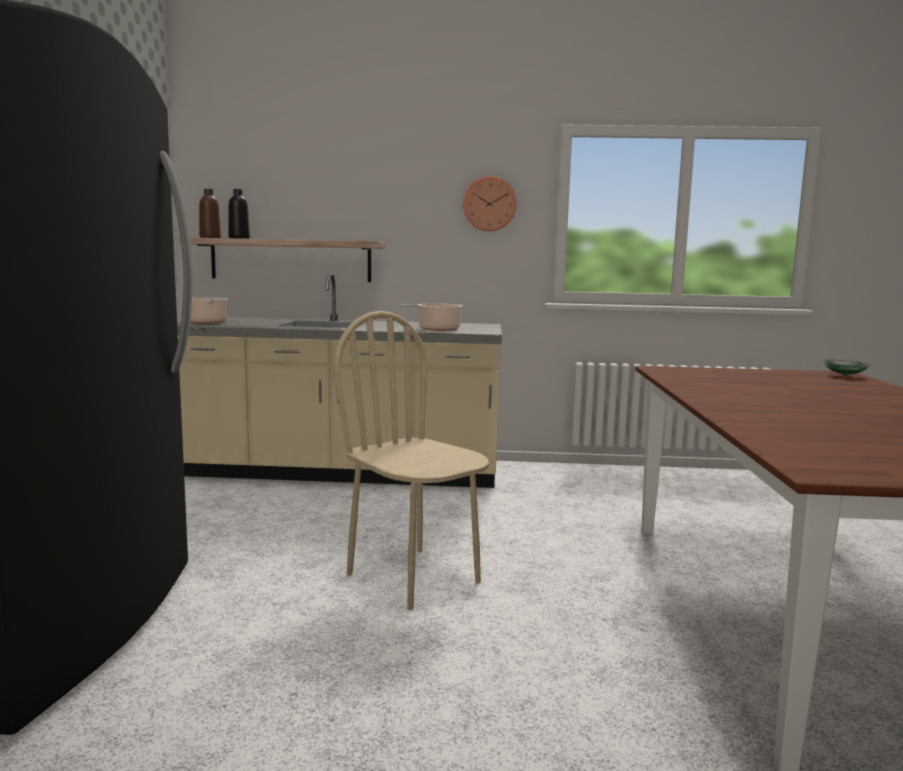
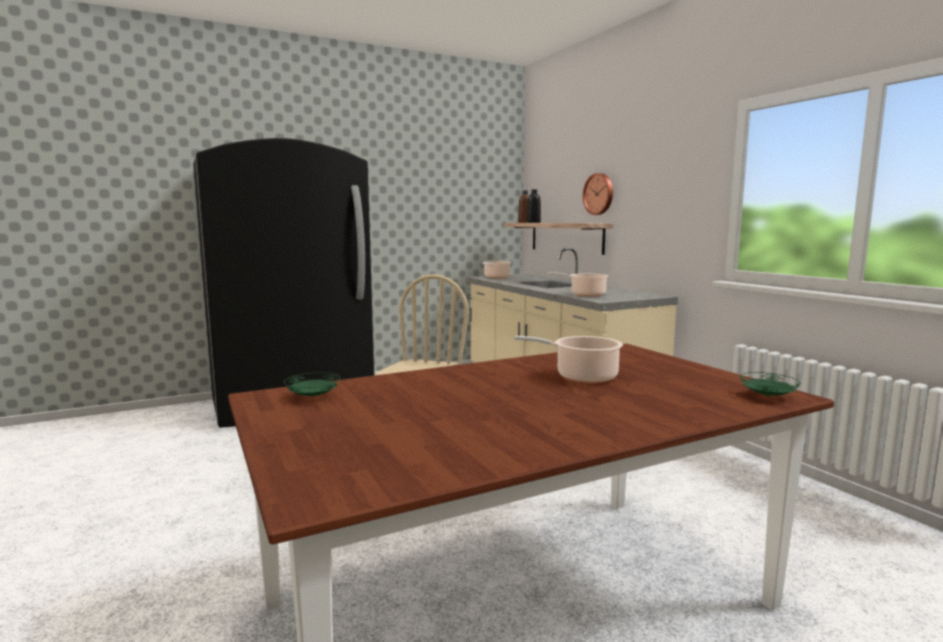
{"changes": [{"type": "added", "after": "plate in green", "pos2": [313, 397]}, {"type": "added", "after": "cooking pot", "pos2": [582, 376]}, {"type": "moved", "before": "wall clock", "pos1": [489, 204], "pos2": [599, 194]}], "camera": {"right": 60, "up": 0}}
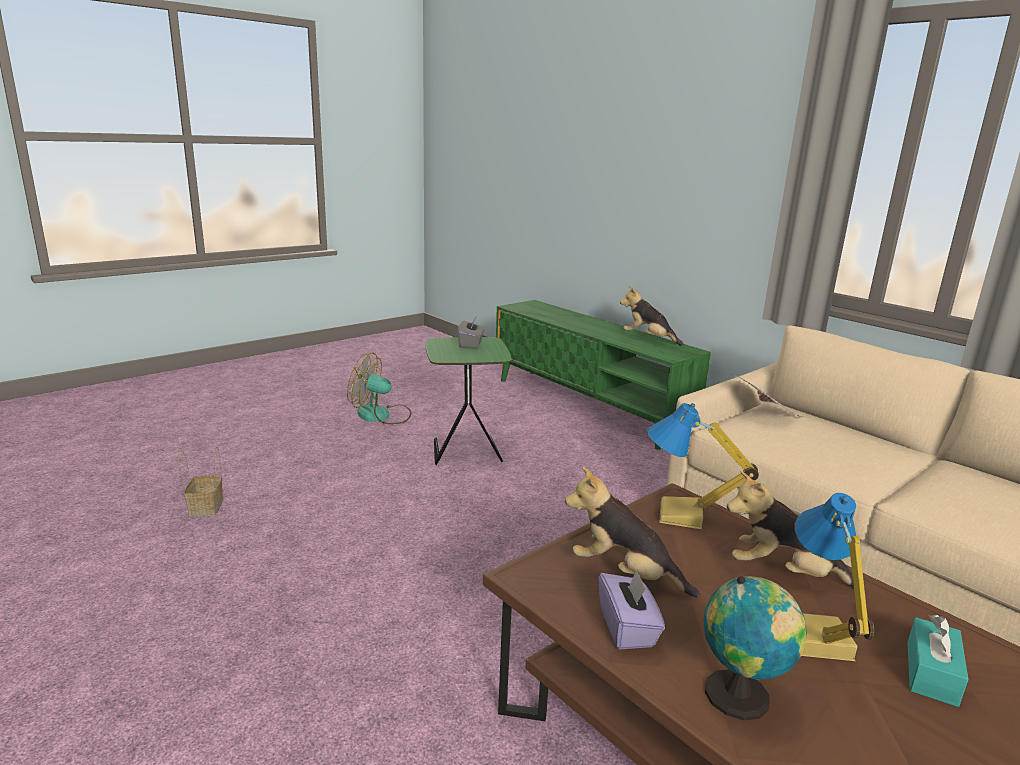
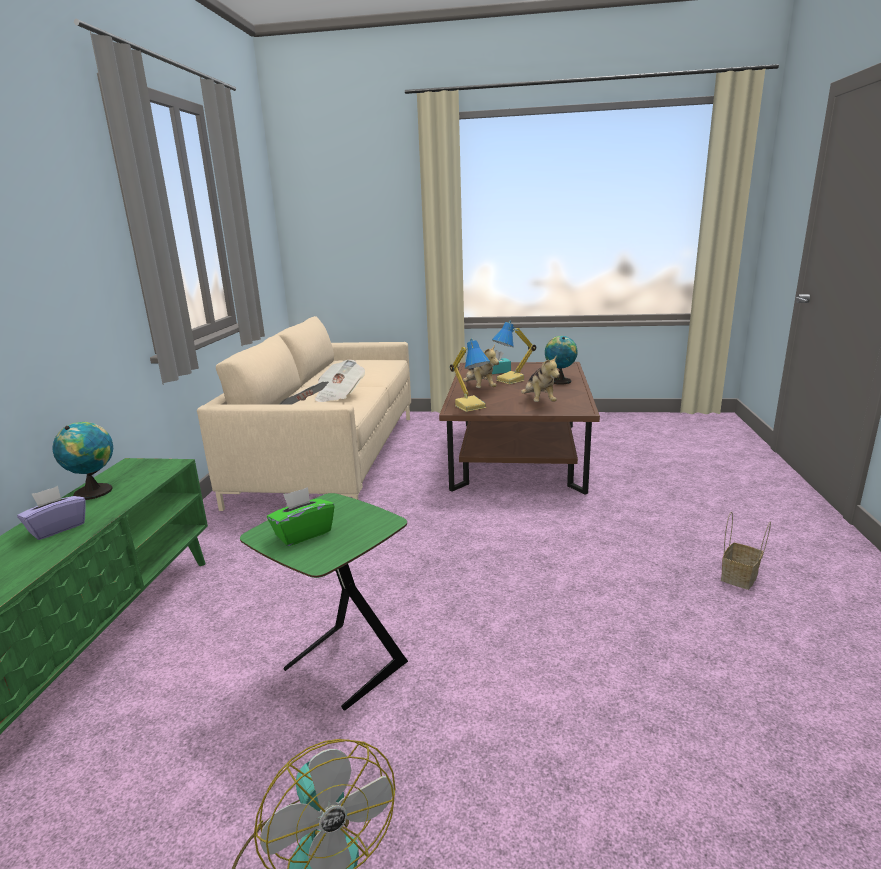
{"changes": [{"type": "added", "after": "newspaper", "pos2": [339, 395]}, {"type": "moved", "before": "basket", "pos1": [205, 506], "pos2": [739, 578]}, {"type": "moved", "before": "tissue box in purple", "pos1": [627, 628], "pos2": [57, 528]}, {"type": "replaced", "before": "plush toy", "after": "globe", "pos1": [648, 339], "pos2": [95, 491]}, {"type": "recoloured", "before": "tissue box in grey", "after": "tissue box in green", "pos1": [471, 344], "pos2": [303, 534]}], "camera": {"right": -130, "up": 0}}
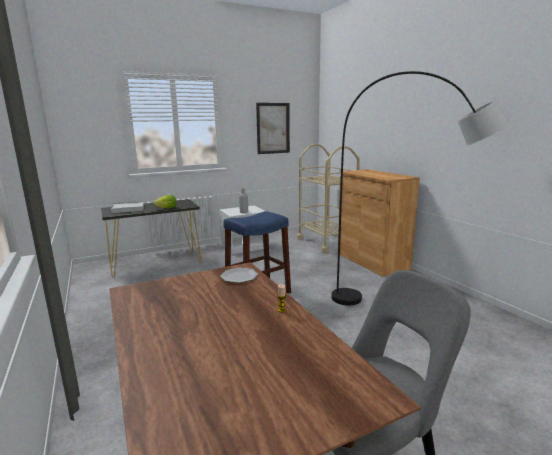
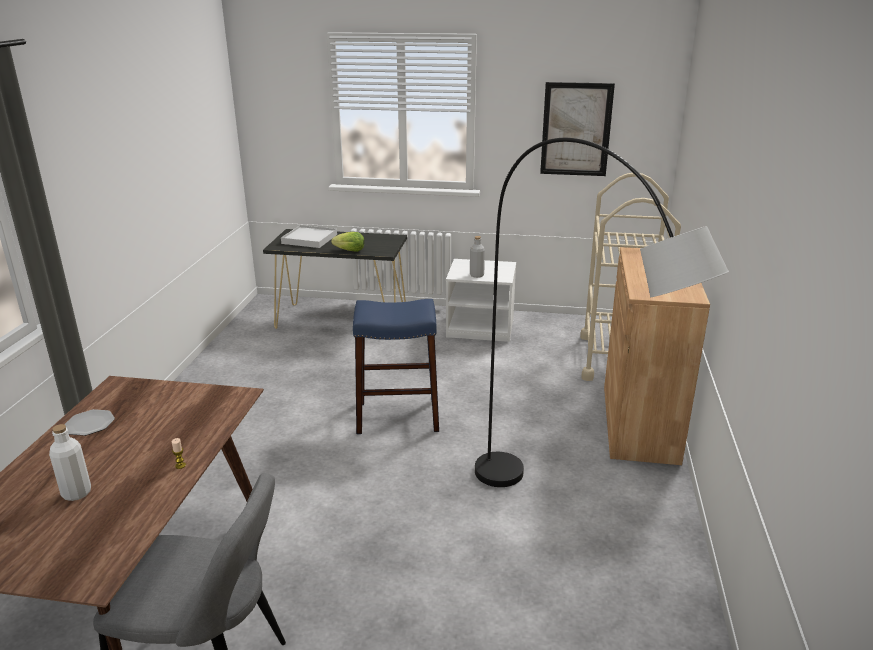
{"changes": [{"type": "added", "after": "bottle in white", "pos2": [76, 493]}, {"type": "moved", "before": "plate", "pos1": [239, 276], "pos2": [90, 424]}], "camera": {"right": 35, "up": 10}}
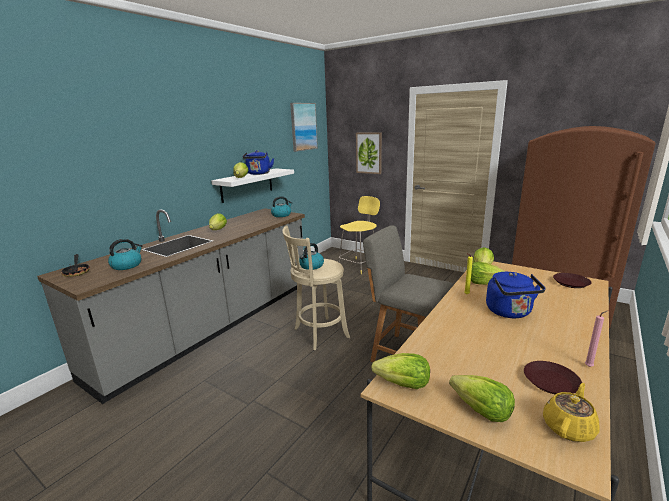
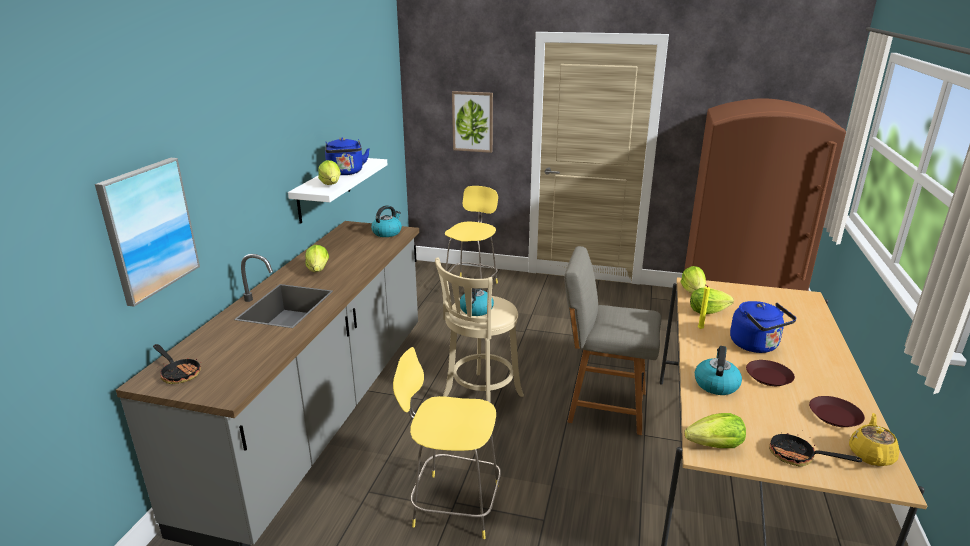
{"changes": [{"type": "removed", "before": "candle in pink", "pos1": [590, 366]}, {"type": "added", "after": "stool in yellow", "pos2": [453, 504]}, {"type": "moved", "before": "kettle", "pos1": [127, 265], "pos2": [716, 384]}, {"type": "moved", "before": "picture", "pos1": [303, 127], "pos2": [149, 229]}, {"type": "moved", "before": "plate in brown", "pos1": [571, 283], "pos2": [769, 377]}, {"type": "replaced", "before": "lettuce", "after": "frying pan", "pos1": [481, 411], "pos2": [798, 457]}], "camera": {"right": -20, "up": 5}}
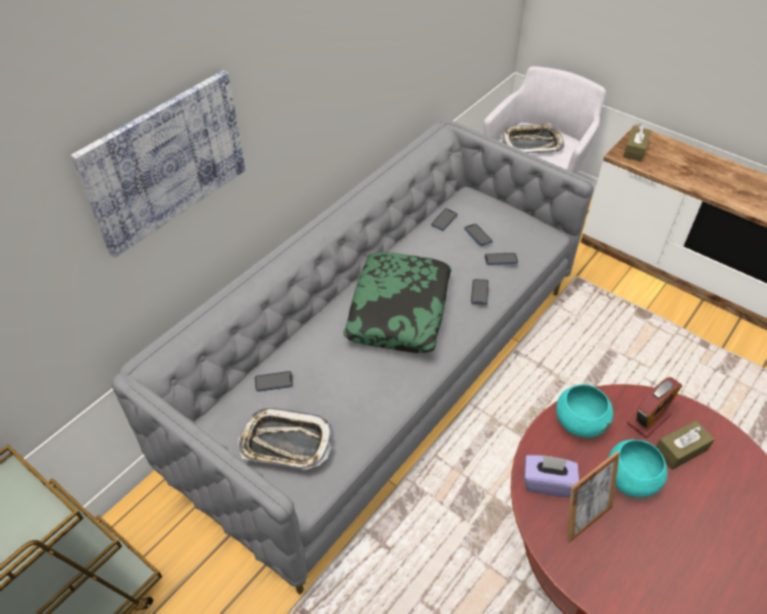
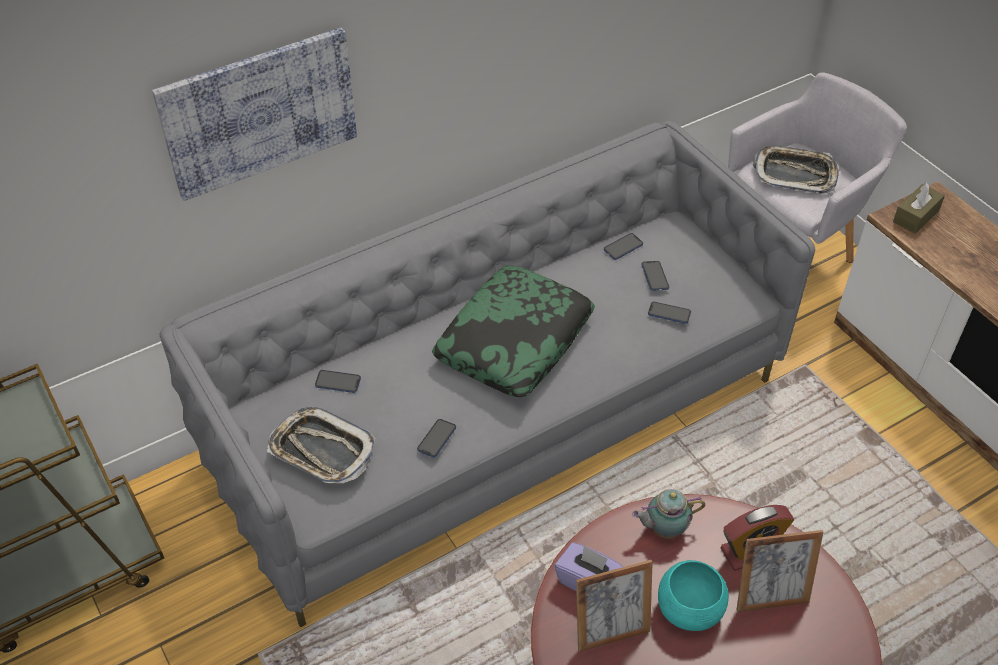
{"changes": [{"type": "moved", "before": "phone", "pos1": [479, 292], "pos2": [436, 439]}, {"type": "replaced", "before": "bowl in turquoise", "after": "teapot", "pos1": [579, 422], "pos2": [663, 529]}, {"type": "replaced", "before": "tissue box in brown", "after": "picture frame", "pos1": [680, 450], "pos2": [770, 597]}], "camera": {"right": 20, "up": 0}}
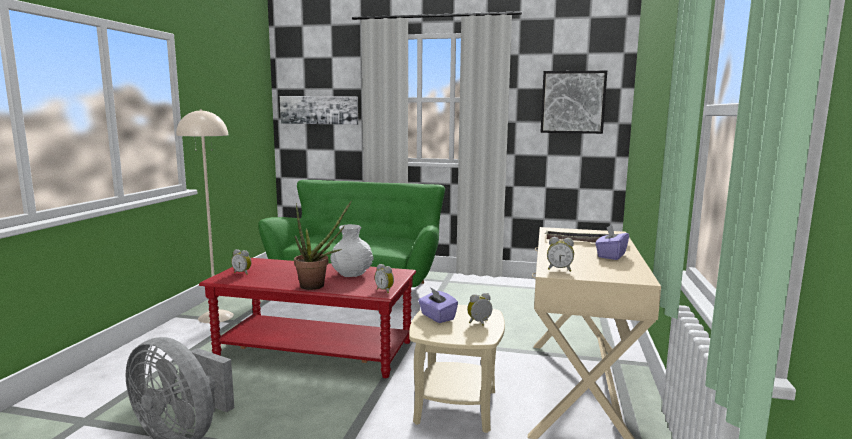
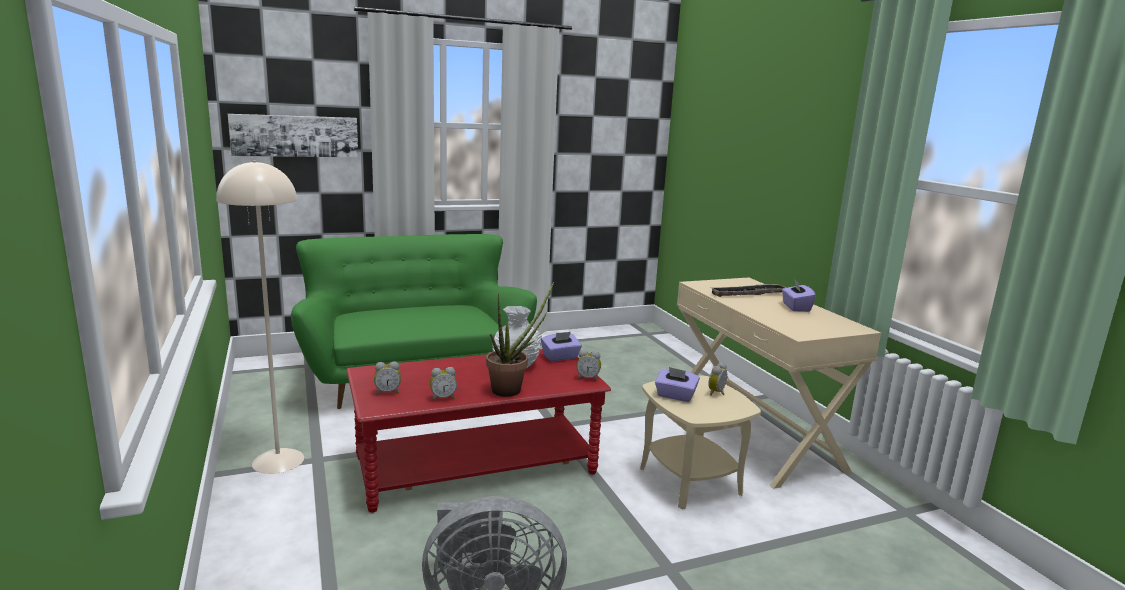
{"changes": [{"type": "removed", "before": "picture", "pos1": [572, 102]}, {"type": "added", "after": "tissue box in purple", "pos2": [560, 357]}, {"type": "moved", "before": "alarm clock", "pos1": [559, 269], "pos2": [443, 398]}], "camera": {"right": -35, "up": 5}}
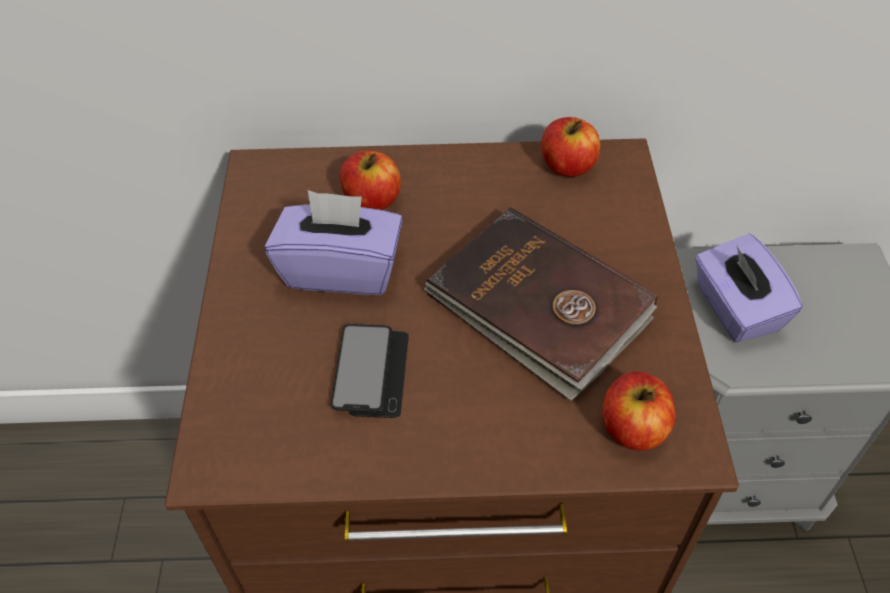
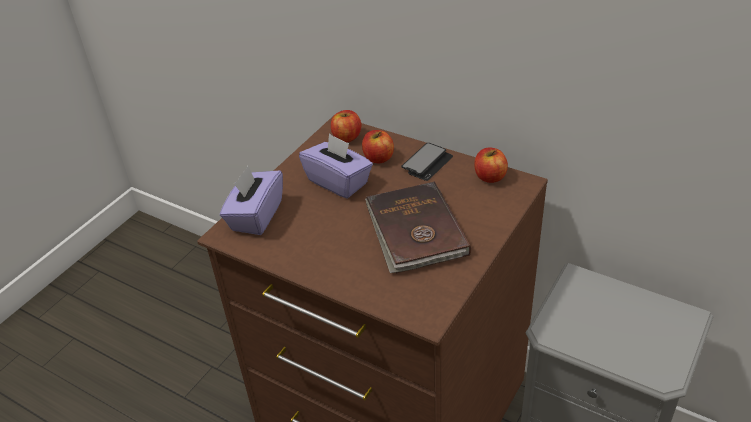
{"changes": [{"type": "moved", "before": "phone", "pos1": [371, 372], "pos2": [427, 163]}, {"type": "moved", "before": "apple", "pos1": [632, 428], "pos2": [346, 137]}, {"type": "moved", "before": "tissue box in purple", "pos1": [735, 309], "pos2": [256, 216]}], "camera": {"right": 35, "up": -10}}
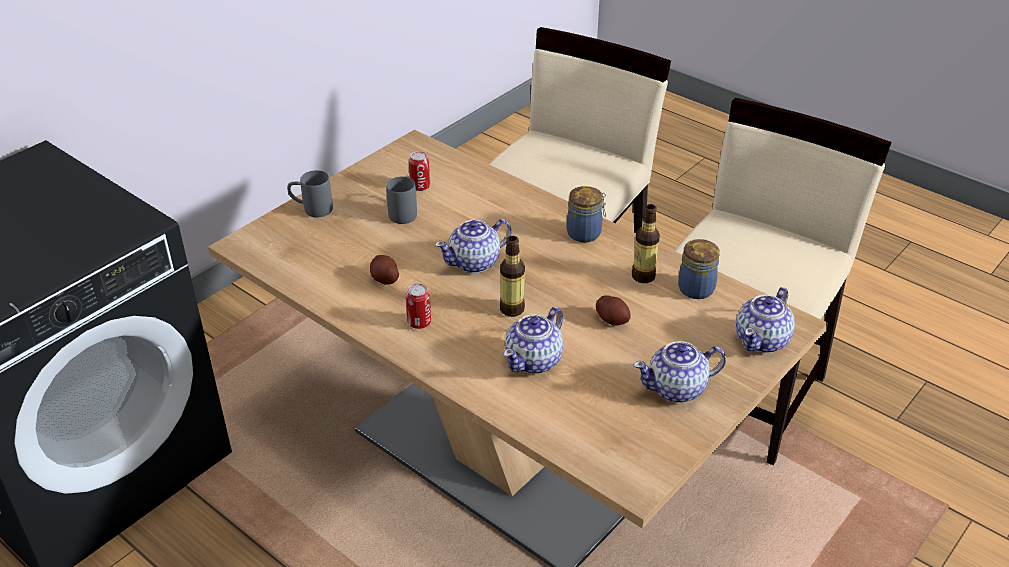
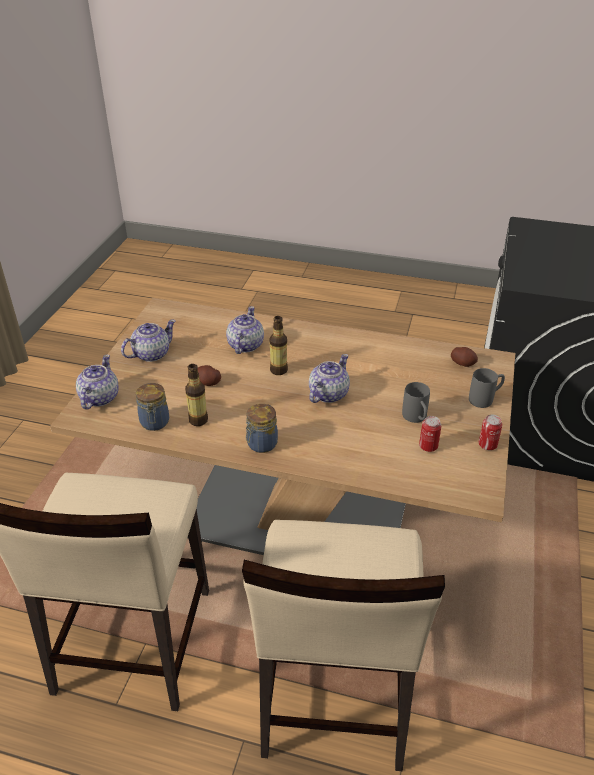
{"changes": [{"type": "moved", "before": "potato", "pos1": [385, 279], "pos2": [463, 363]}, {"type": "moved", "before": "can", "pos1": [419, 322], "pos2": [487, 445]}], "camera": {"right": 155, "up": 0}}
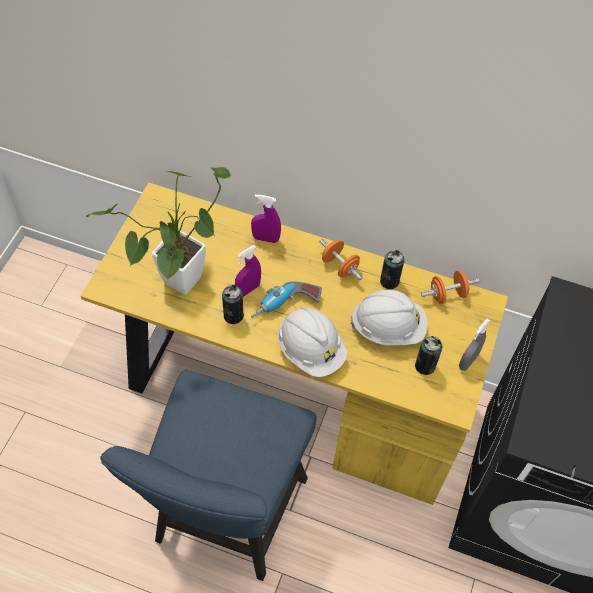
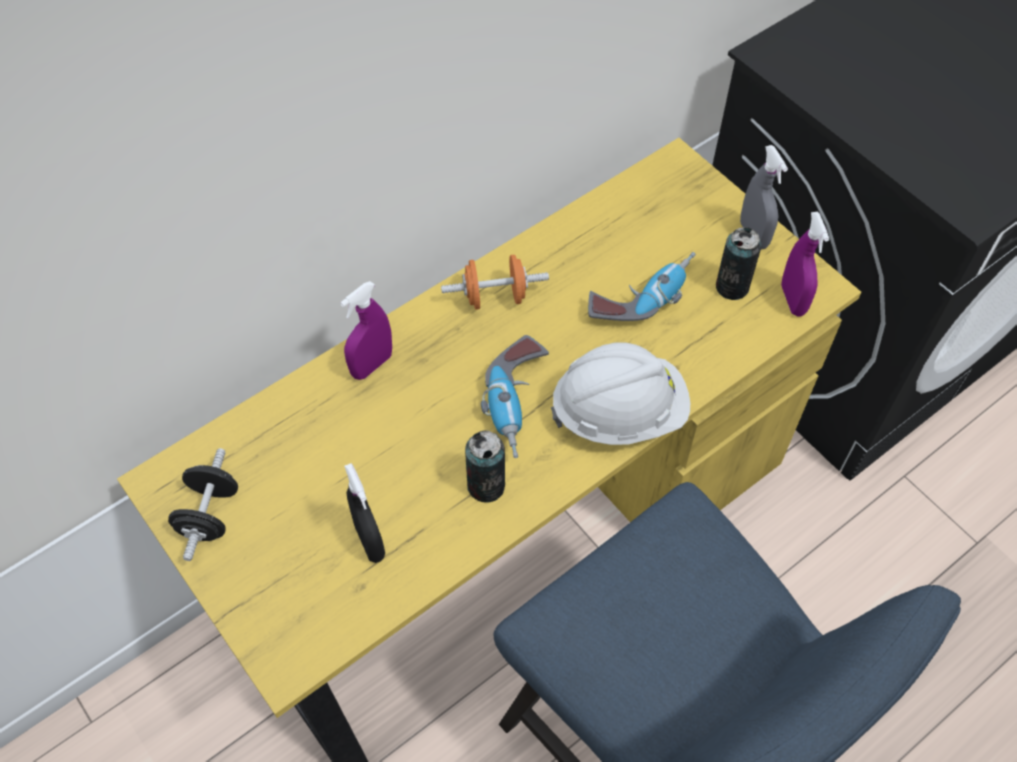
{"changes": [{"type": "removed", "before": "can", "pos1": [389, 281]}, {"type": "removed", "before": "dumbbell in orange", "pos1": [447, 294]}, {"type": "added", "after": "dumbbell in black", "pos2": [209, 515]}, {"type": "moved", "before": "spray bottle in purple", "pos1": [248, 289], "pos2": [793, 300]}, {"type": "replaced", "before": "potted plant", "after": "spray bottle in black", "pos1": [177, 286], "pos2": [370, 541]}, {"type": "replaced", "before": "hard hat in white", "after": "power drill", "pos1": [388, 328], "pos2": [642, 295]}], "camera": {"right": -55, "up": 0}}
